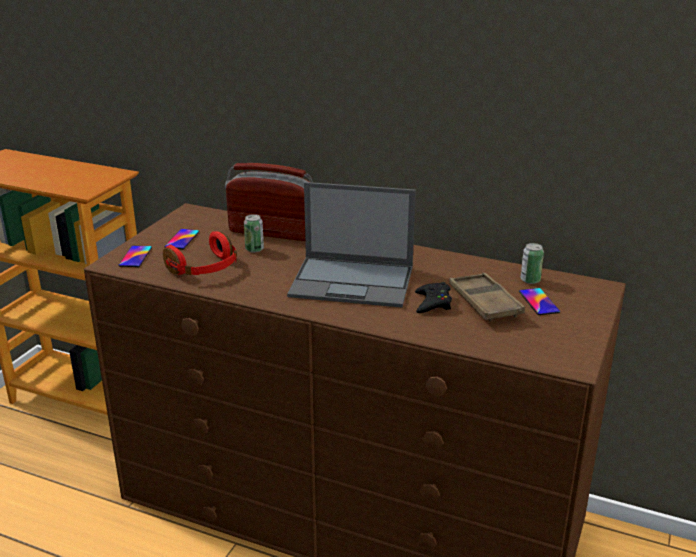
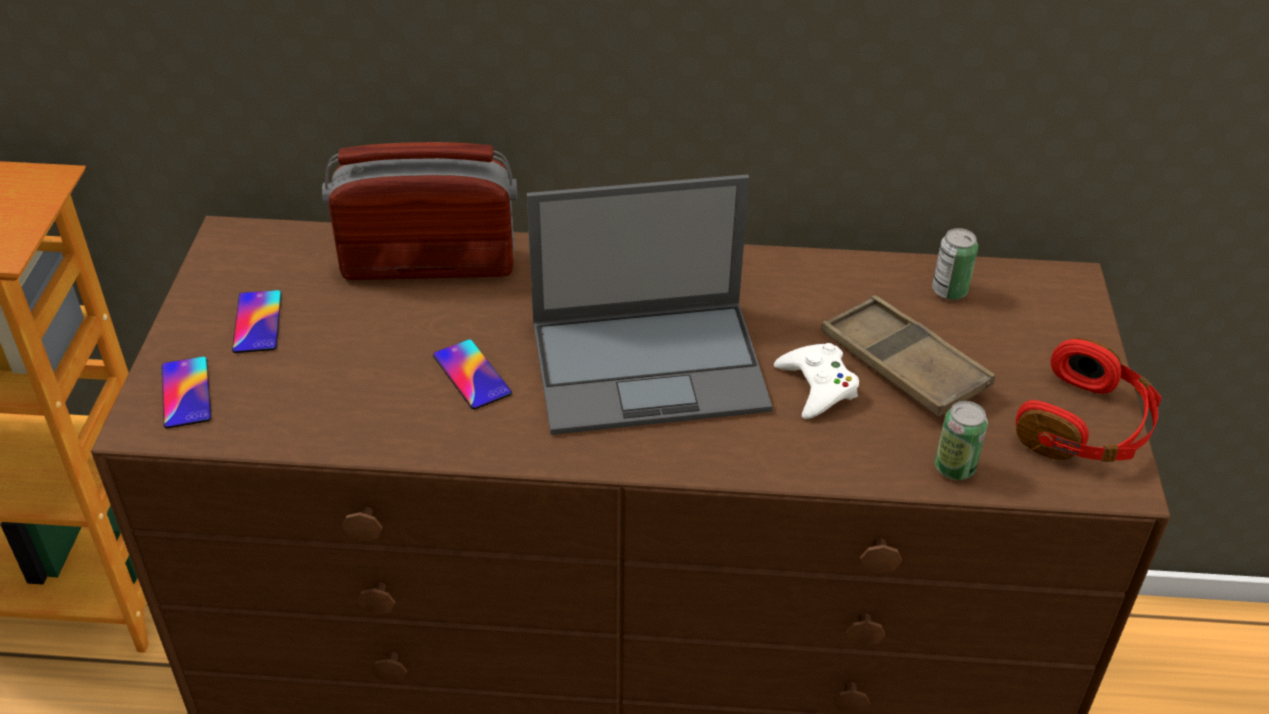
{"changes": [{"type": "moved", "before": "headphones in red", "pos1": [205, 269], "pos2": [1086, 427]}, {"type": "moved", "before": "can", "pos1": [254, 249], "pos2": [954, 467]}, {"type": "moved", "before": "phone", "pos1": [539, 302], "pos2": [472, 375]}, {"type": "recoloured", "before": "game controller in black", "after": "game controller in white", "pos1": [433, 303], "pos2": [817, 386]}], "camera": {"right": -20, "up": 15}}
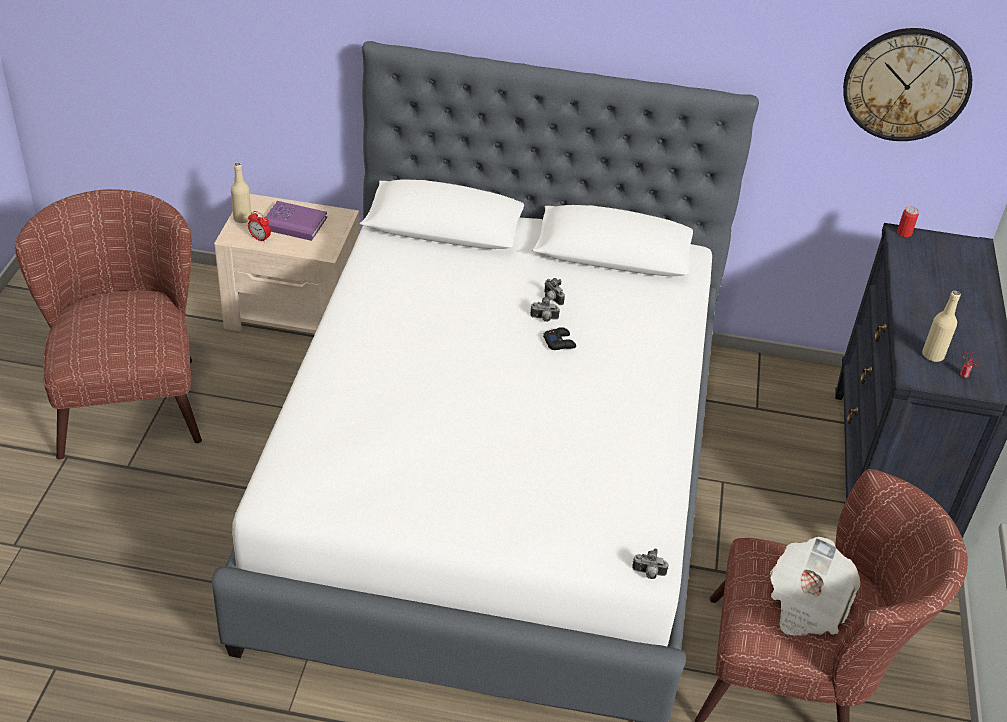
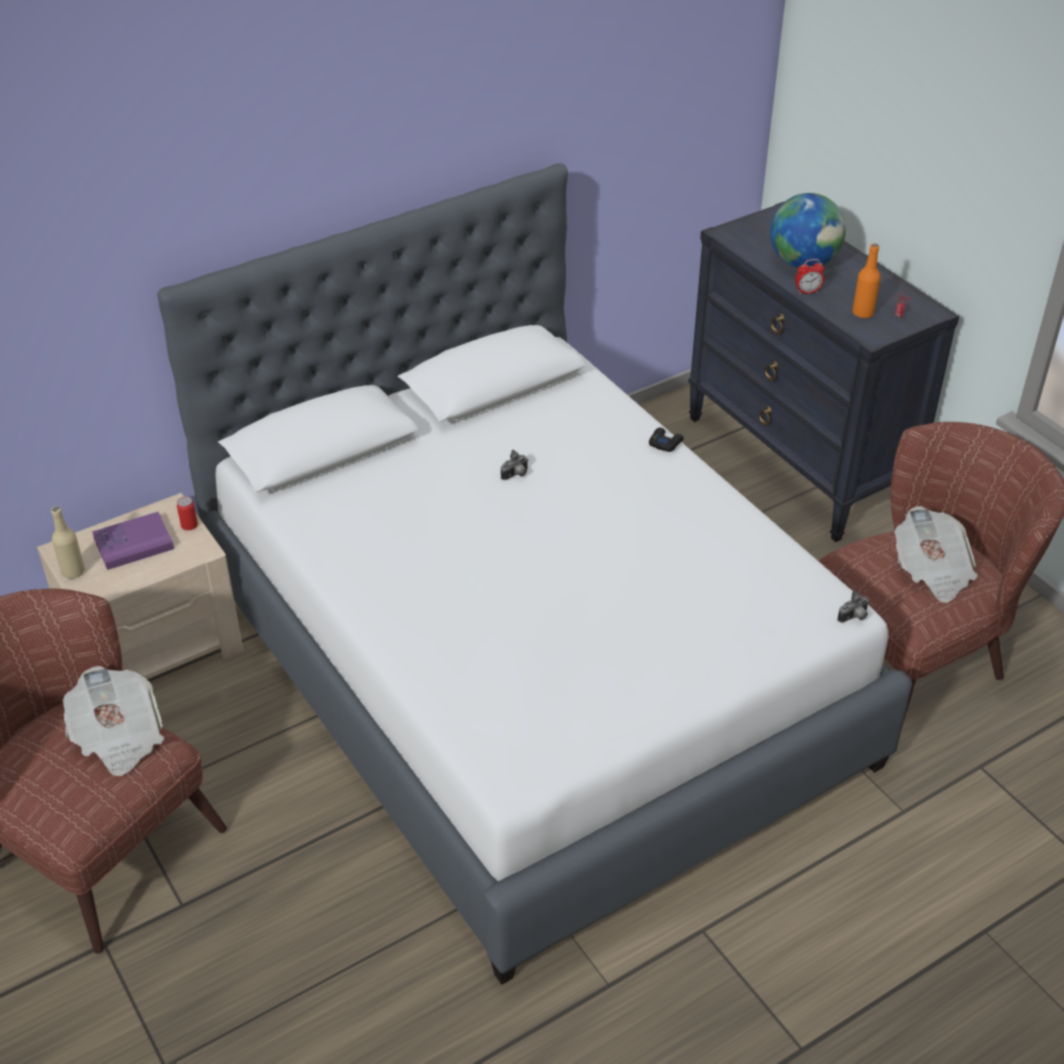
{"changes": [{"type": "removed", "before": "photo camera", "pos1": [551, 299]}, {"type": "removed", "before": "wall clock", "pos1": [906, 84]}, {"type": "added", "after": "newspaper", "pos2": [118, 738]}, {"type": "added", "after": "globe", "pos2": [803, 263]}, {"type": "moved", "before": "alarm clock", "pos1": [260, 238], "pos2": [807, 292]}, {"type": "moved", "before": "game controller in black", "pos1": [559, 342], "pos2": [665, 443]}, {"type": "moved", "before": "can", "pos1": [904, 233], "pos2": [189, 525]}, {"type": "recoloured", "before": "bottle in beige", "after": "bottle in orange", "pos1": [932, 355], "pos2": [862, 313]}], "camera": {"right": -40, "up": 0}}
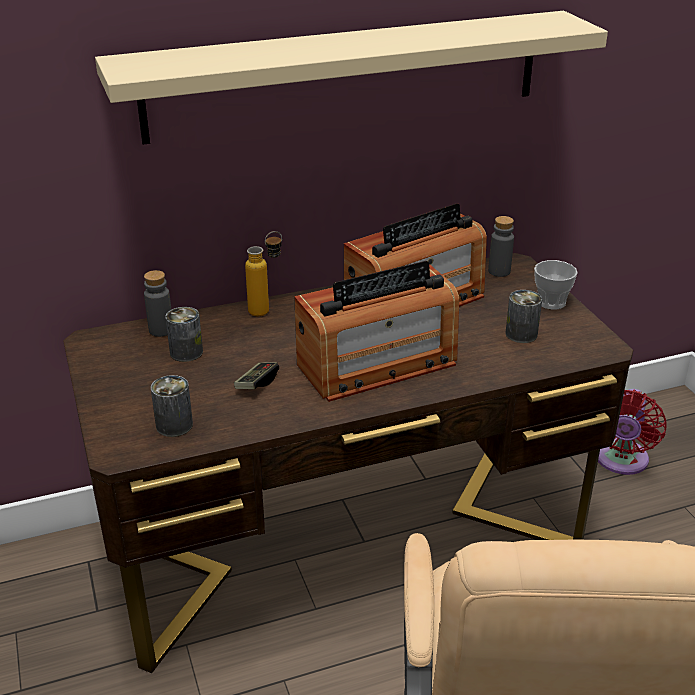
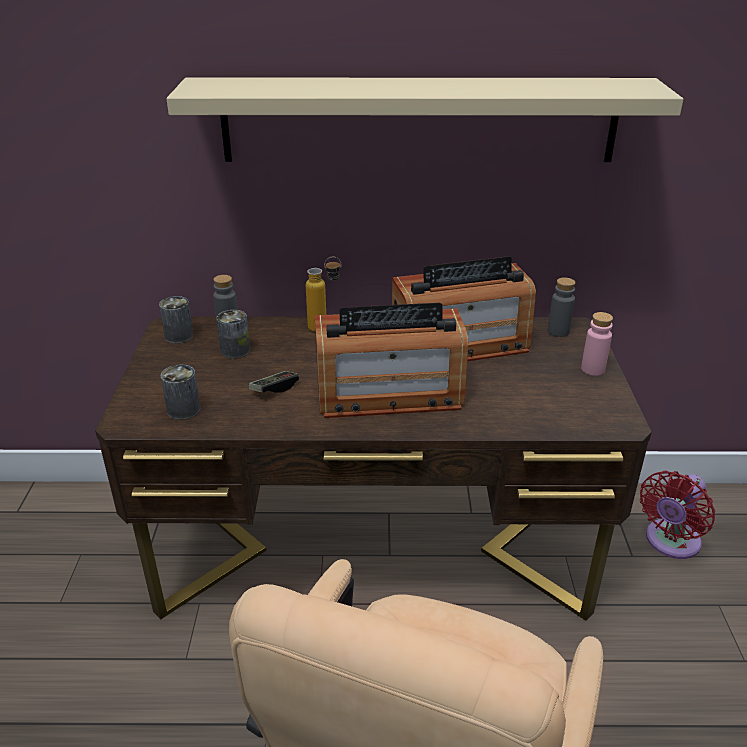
{"changes": [{"type": "moved", "before": "can", "pos1": [521, 334], "pos2": [179, 336]}, {"type": "replaced", "before": "cup", "after": "bottle in pink", "pos1": [551, 302], "pos2": [592, 369]}], "camera": {"right": 20, "up": 0}}
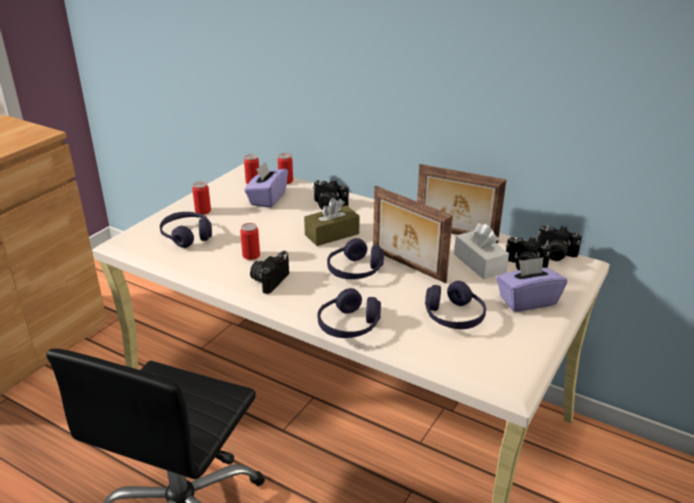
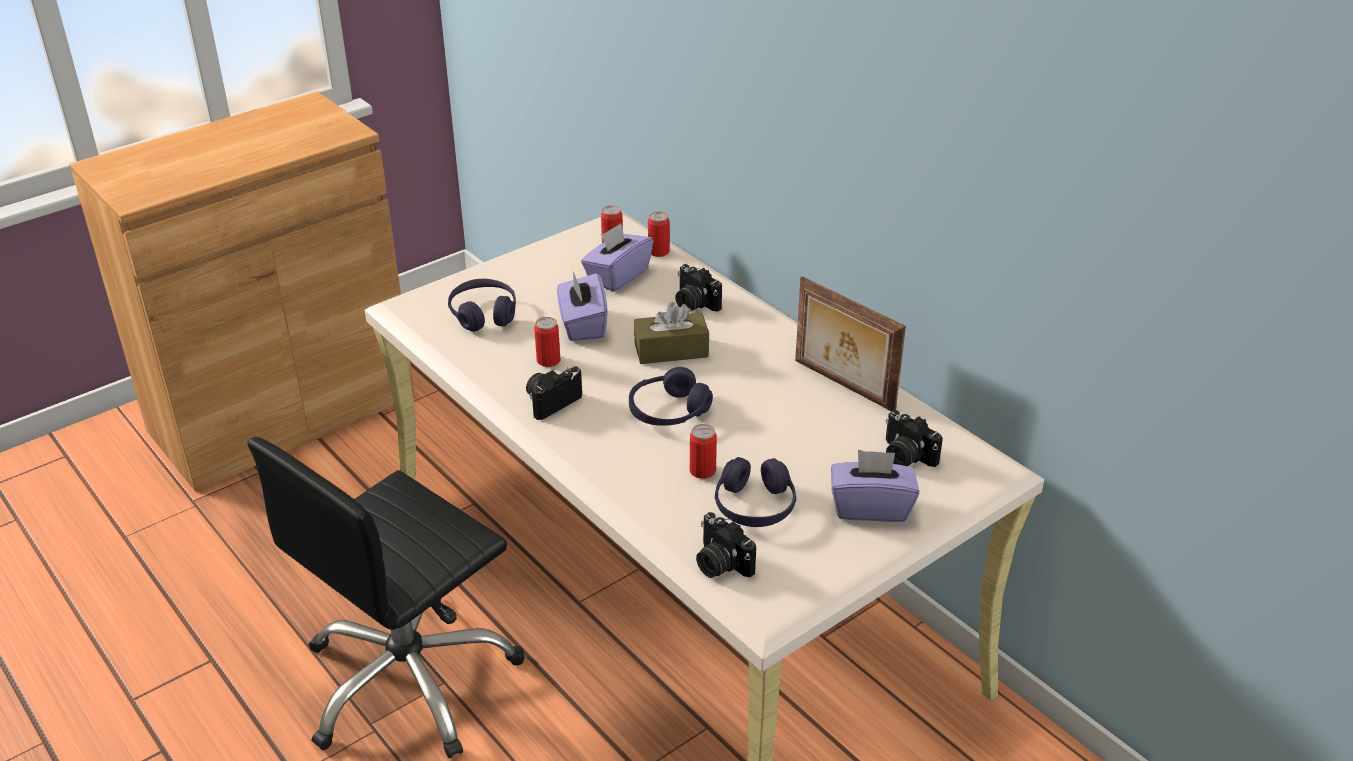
{"changes": [{"type": "removed", "before": "headphones in purple", "pos1": [349, 325]}, {"type": "removed", "before": "picture frame", "pos1": [407, 266]}, {"type": "removed", "before": "tissue box in white", "pos1": [479, 263]}, {"type": "added", "after": "tissue box in purple", "pos2": [582, 325]}, {"type": "moved", "before": "can", "pos1": [203, 211], "pos2": [702, 471]}, {"type": "moved", "before": "photo camera", "pos1": [555, 254], "pos2": [720, 563]}], "camera": {"right": 20, "up": 5}}
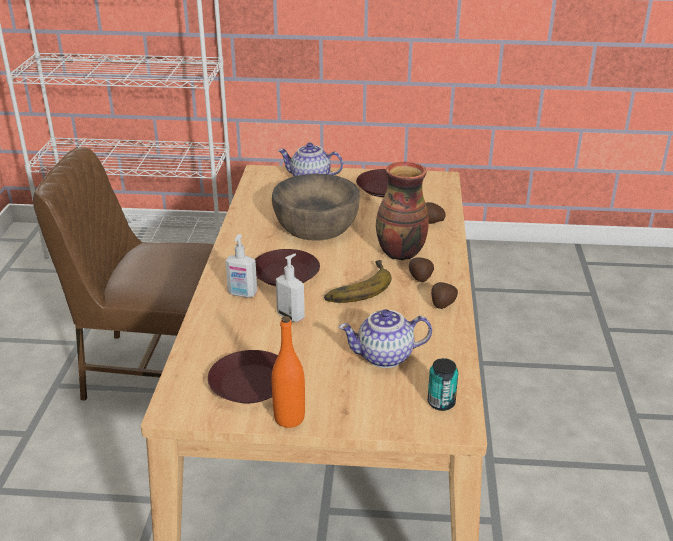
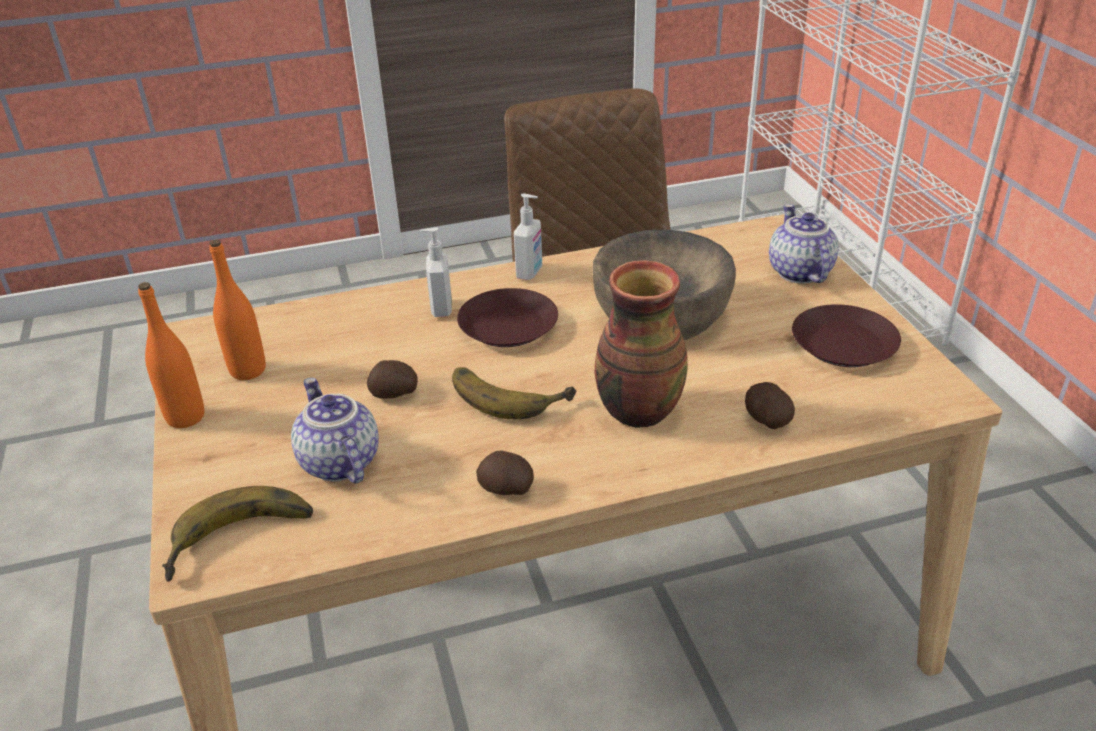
{"changes": [{"type": "moved", "before": "soap dispenser", "pos1": [291, 315], "pos2": [530, 273]}, {"type": "moved", "before": "potato", "pos1": [420, 278], "pos2": [394, 394]}, {"type": "replaced", "before": "plate in brown", "after": "bottle in orange", "pos1": [250, 384], "pos2": [248, 370]}, {"type": "replaced", "before": "can", "after": "banana", "pos1": [441, 403], "pos2": [242, 542]}], "camera": {"right": 70, "up": 5}}
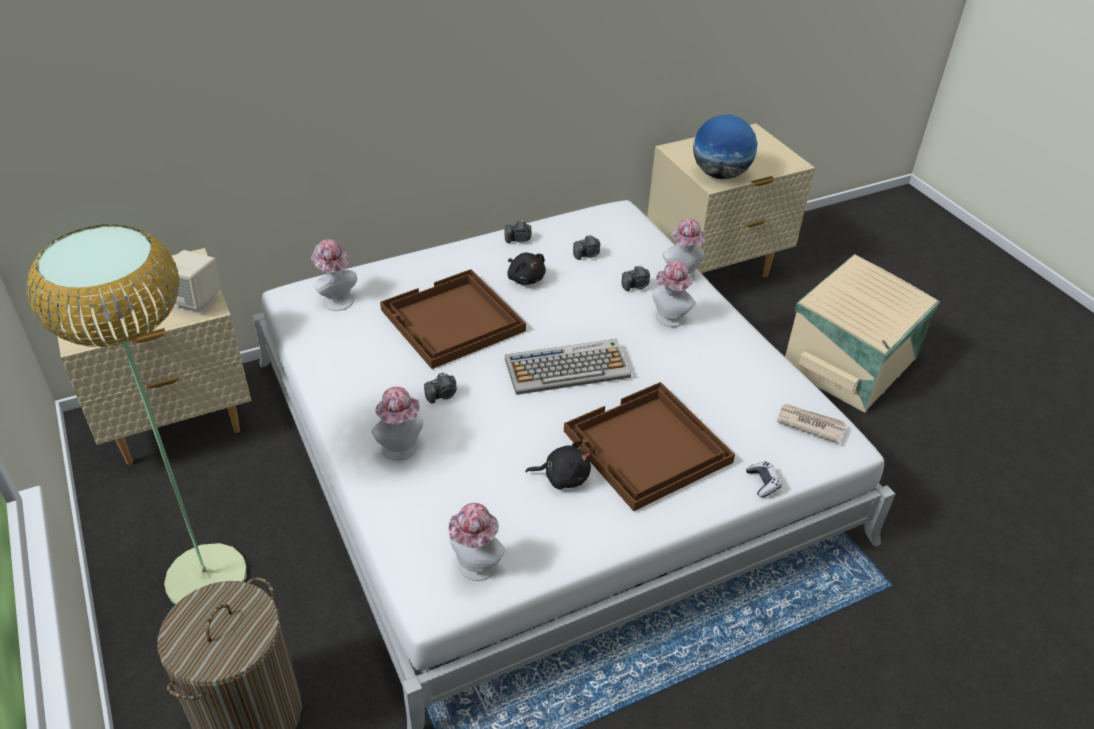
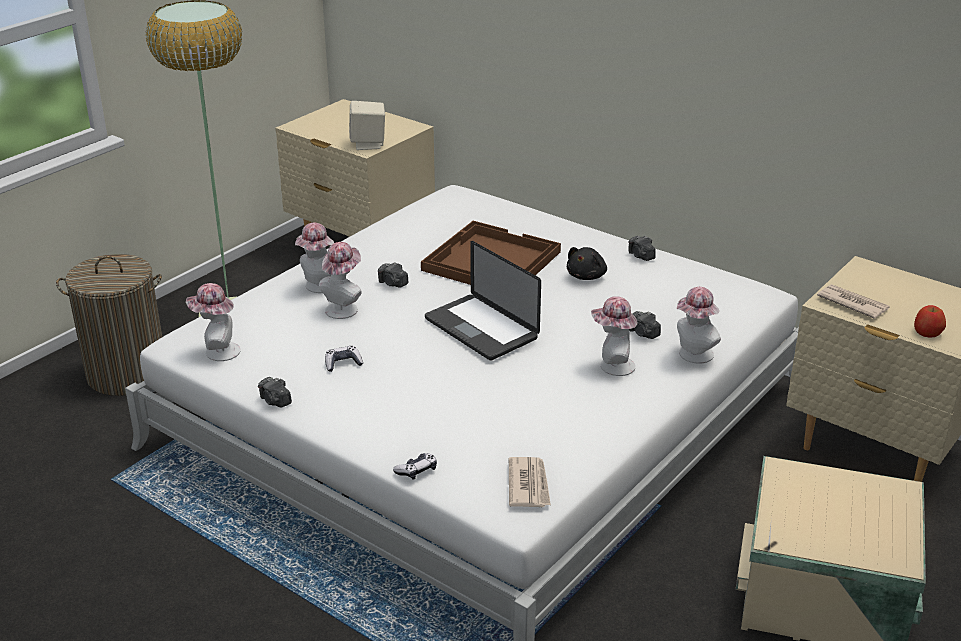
{"changes": [{"type": "removed", "before": "tray in brown", "pos1": [647, 448]}, {"type": "added", "after": "apple", "pos2": [927, 332]}, {"type": "moved", "before": "hat", "pos1": [336, 299], "pos2": [344, 308]}, {"type": "moved", "before": "photo camera", "pos1": [587, 255], "pos2": [275, 401]}, {"type": "replaced", "before": "keyboard", "after": "laptop", "pos1": [568, 368], "pos2": [481, 329]}, {"type": "replaced", "before": "plush toy in black", "after": "game controller", "pos1": [563, 477], "pos2": [343, 363]}, {"type": "replaced", "before": "globe", "after": "newspaper", "pos1": [720, 175], "pos2": [852, 303]}], "camera": {"right": 65, "up": -10}}
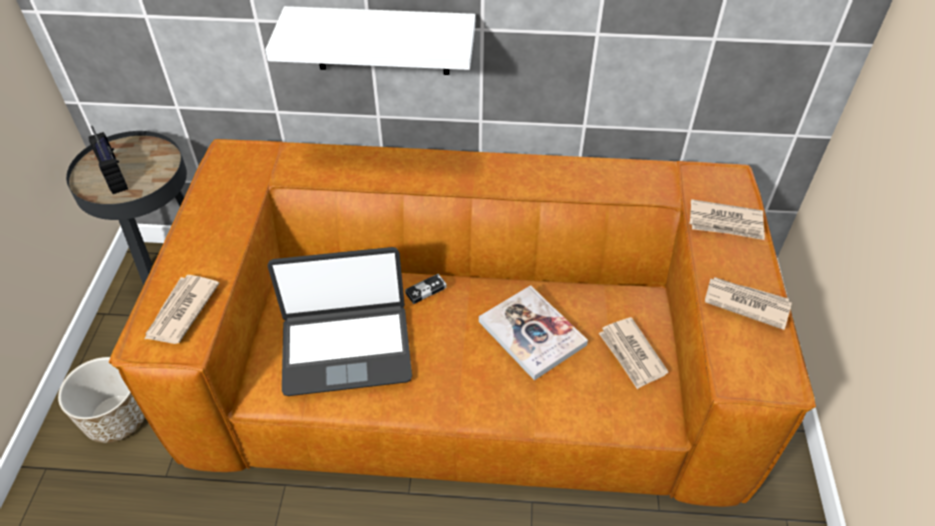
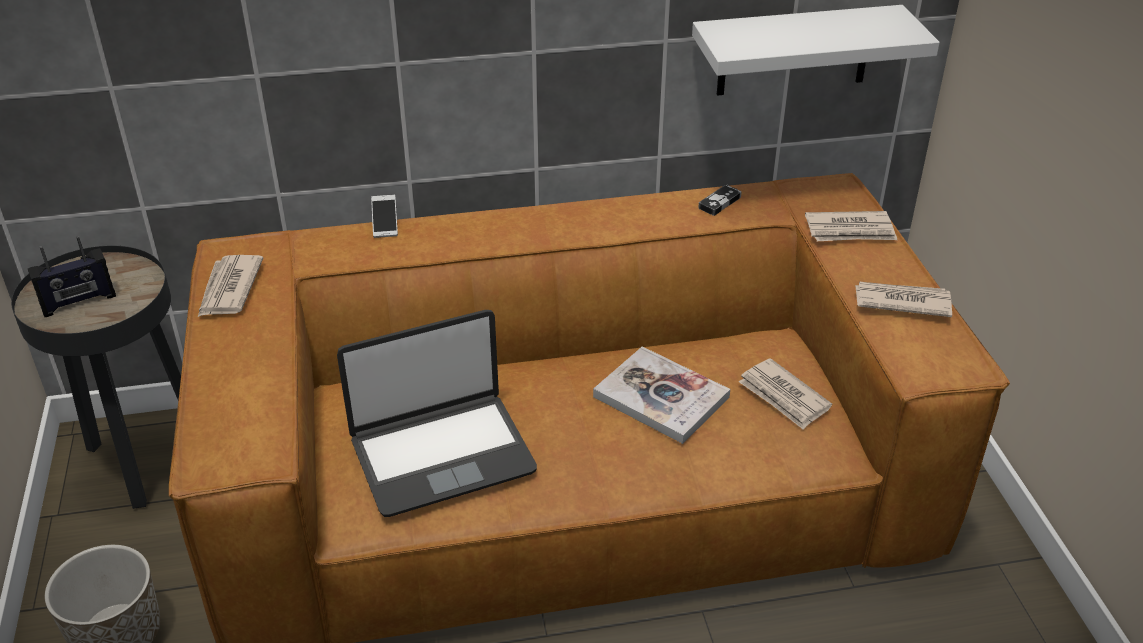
{"changes": [{"type": "added", "after": "phone", "pos2": [385, 223]}, {"type": "moved", "before": "newspaper", "pos1": [181, 311], "pos2": [229, 289]}, {"type": "moved", "before": "shelf in white", "pos1": [382, 41], "pos2": [794, 50]}, {"type": "moved", "before": "game controller", "pos1": [426, 290], "pos2": [719, 202]}, {"type": "turned", "before": "radio", "pos1": [115, 176], "pos2": [79, 302], "turn": 105}], "camera": {"right": -15, "up": -10}}
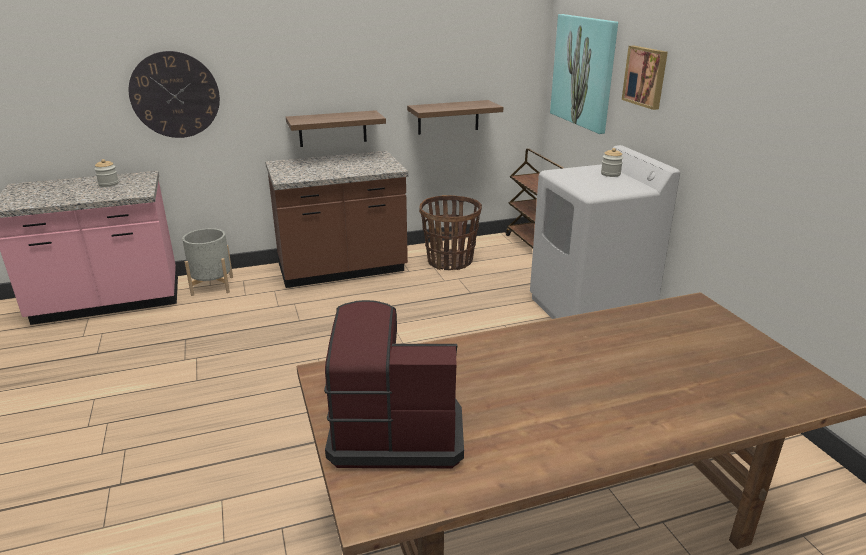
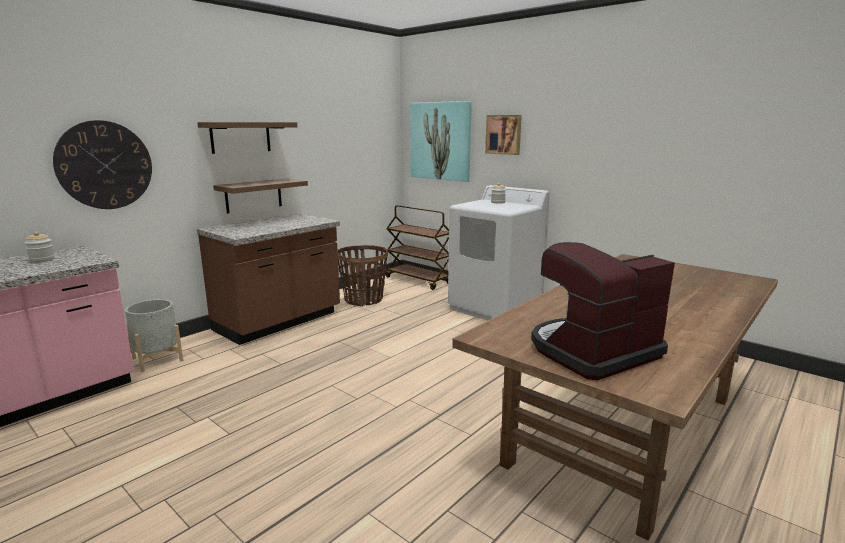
{"changes": [{"type": "moved", "before": "shelf", "pos1": [448, 117], "pos2": [240, 137]}], "camera": {"right": -30, "up": -10}}
